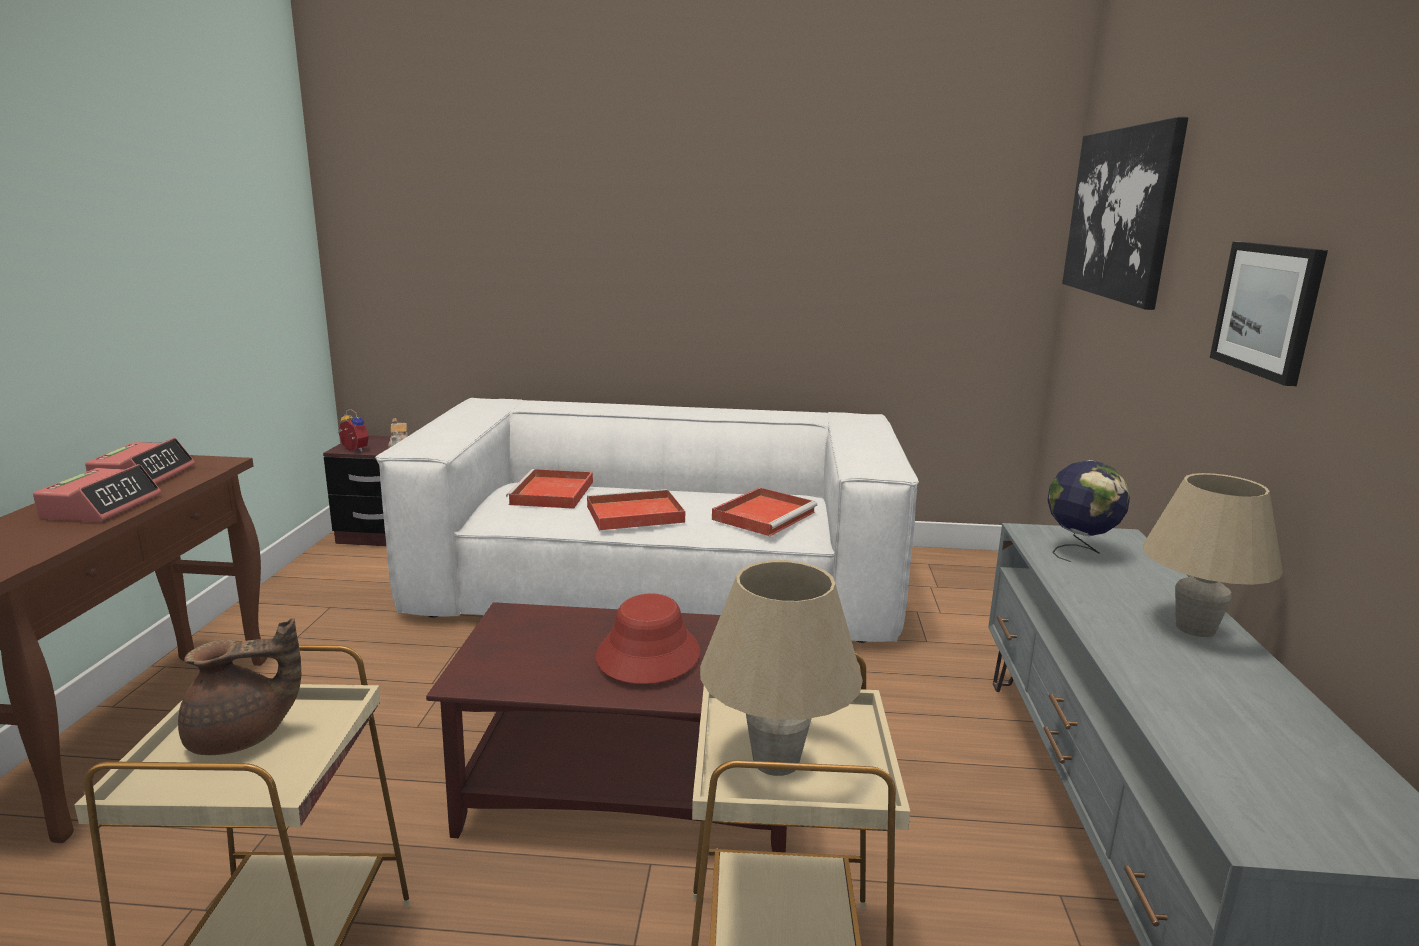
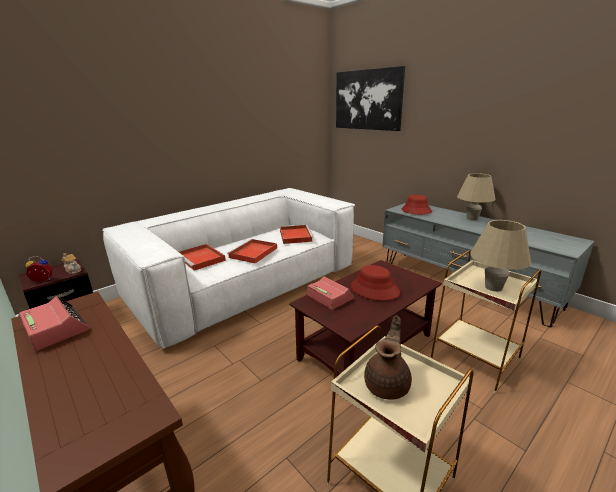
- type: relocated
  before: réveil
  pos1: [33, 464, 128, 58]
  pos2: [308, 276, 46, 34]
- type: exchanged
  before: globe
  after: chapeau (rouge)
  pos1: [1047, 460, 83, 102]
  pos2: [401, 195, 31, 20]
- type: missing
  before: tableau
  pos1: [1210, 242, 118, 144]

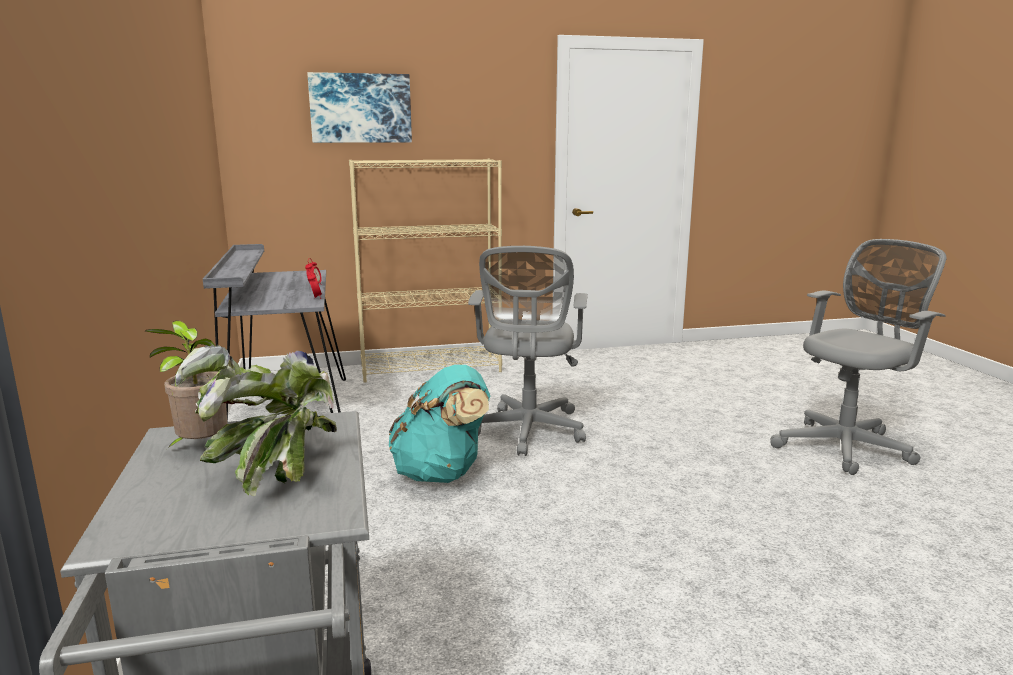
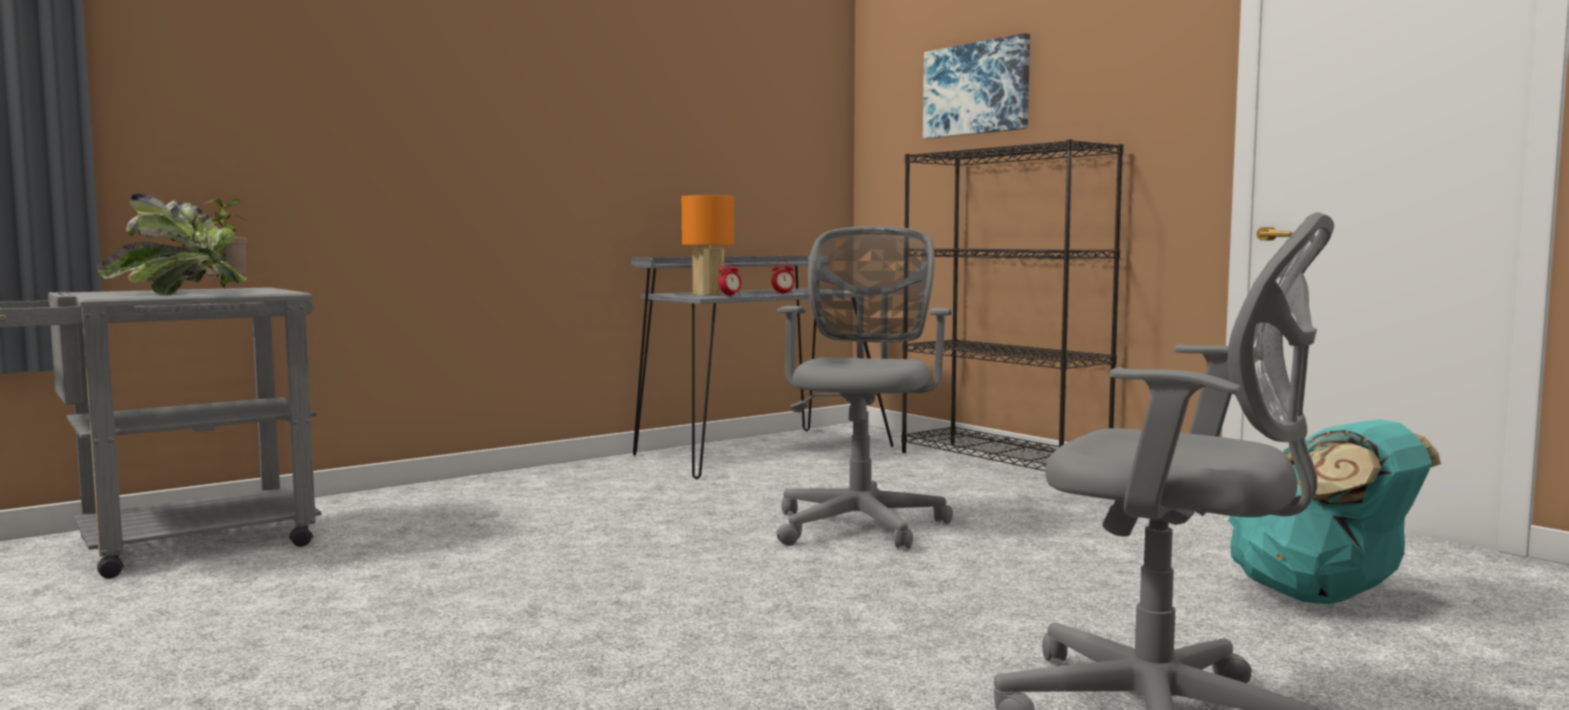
- type: appeared
  after: lampe de table (orange)
  pos2: [682, 195, 52, 100]
- type: spun
  before: chaise de bureau (gris)
  pos1: [468, 246, 120, 210]
  pos2: [776, 226, 177, 323]
  turn: 120
- type: colour
  before: bibliothèque (beige)
  after: bibliothèque (noir)
  pos1: [349, 159, 153, 223]
  pos2: [901, 139, 223, 332]
- type: relocated
  before: sac à dos (turquoise)
  pos1: [389, 365, 101, 118]
  pos2: [1228, 419, 213, 185]

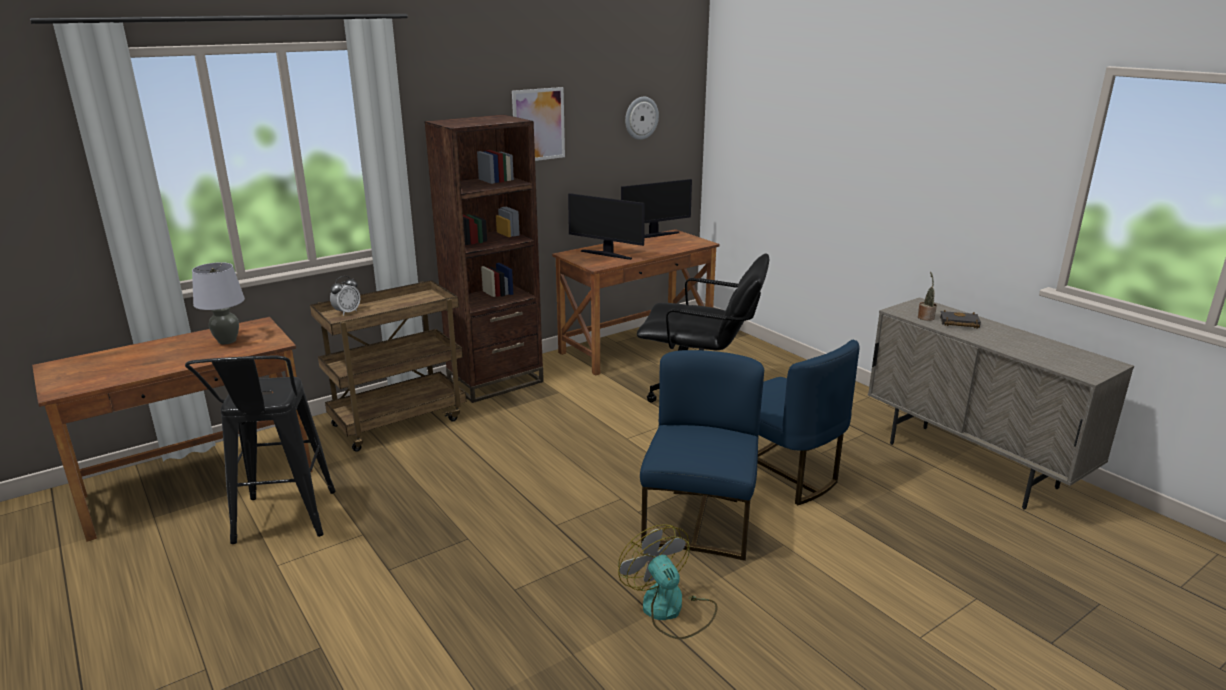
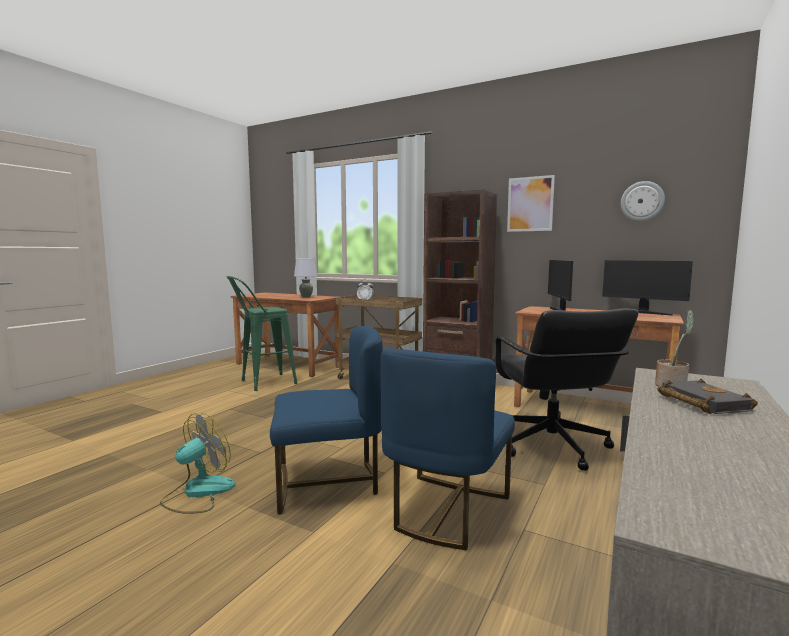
- type: colour
  before: tabouret (noir)
  after: tabouret (vert)
  pos1: [185, 356, 151, 188]
  pos2: [227, 276, 71, 115]

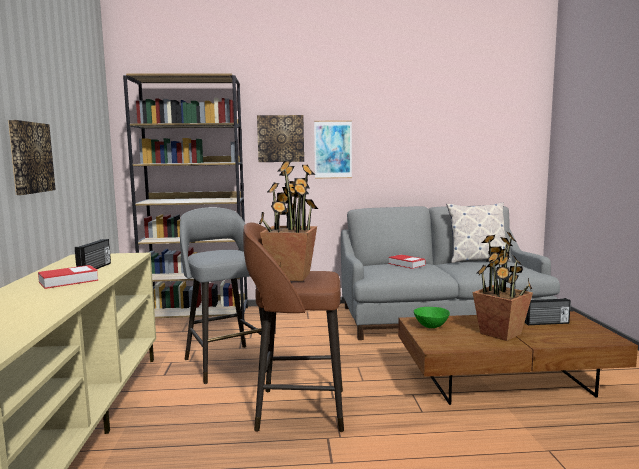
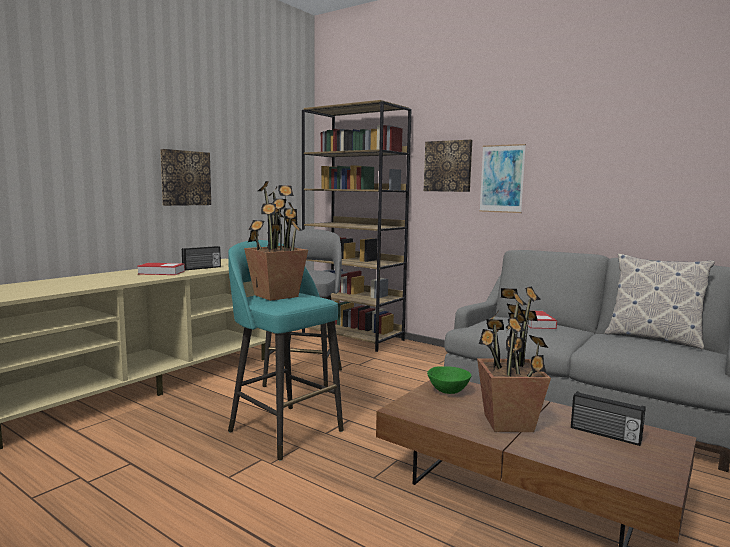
- type: colour
  before: tabouret (marron)
  after: tabouret (turquoise)
  pos1: [243, 222, 101, 210]
  pos2: [228, 240, 116, 221]

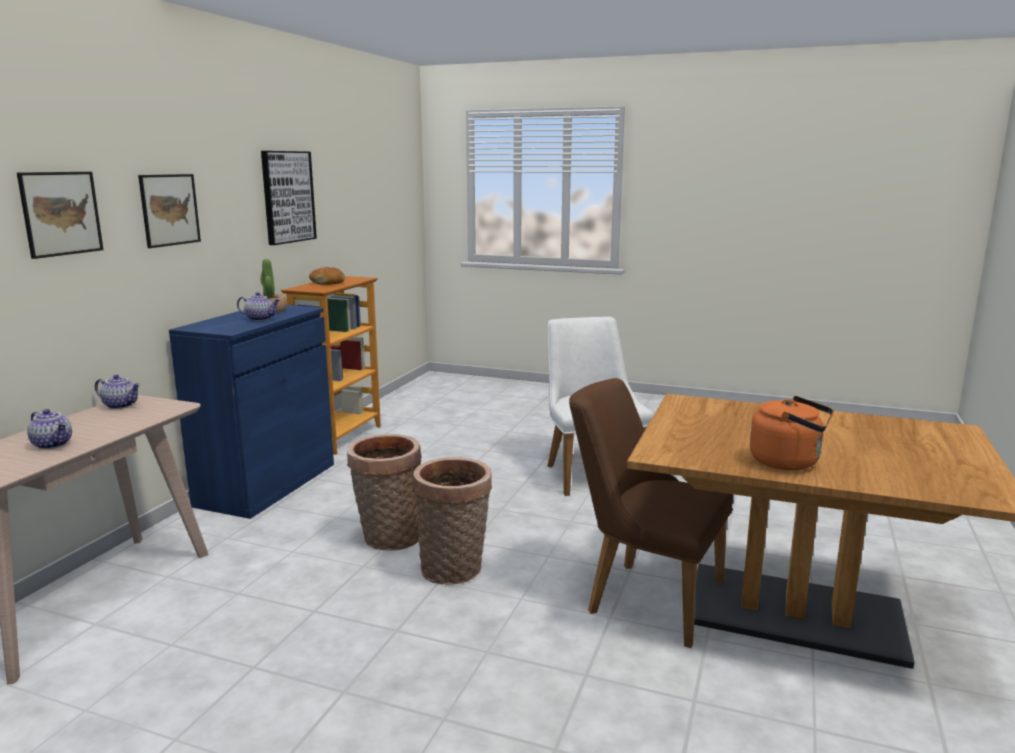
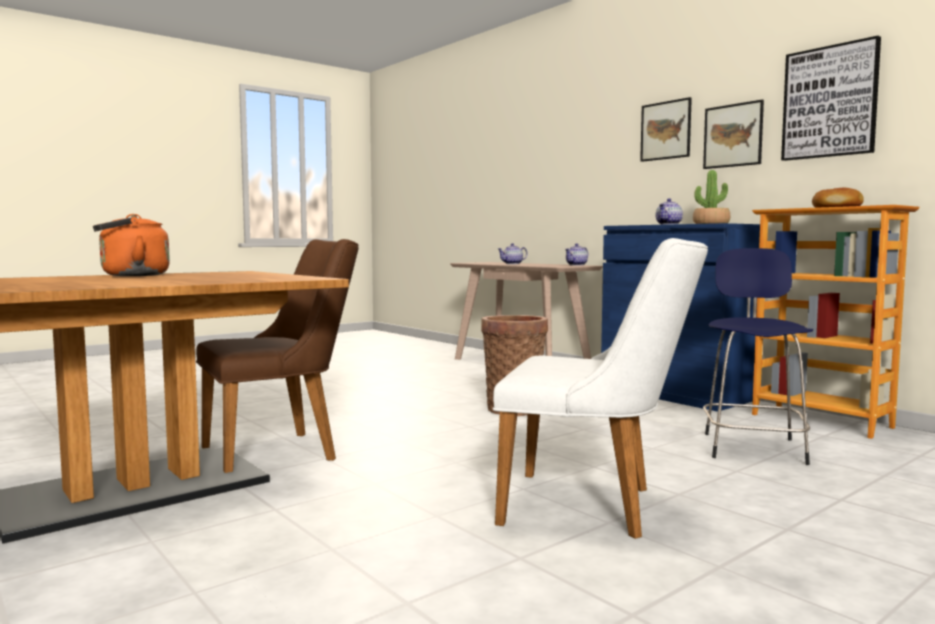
- type: relocated
  before: tableau
  pos1: [17, 172, 86, 87]
  pos2: [703, 100, 61, 69]
- type: appeared
  after: tabouret (bleu)
  pos2: [703, 248, 111, 217]
- type: missing
  before: panier
  pos1: [413, 457, 79, 128]

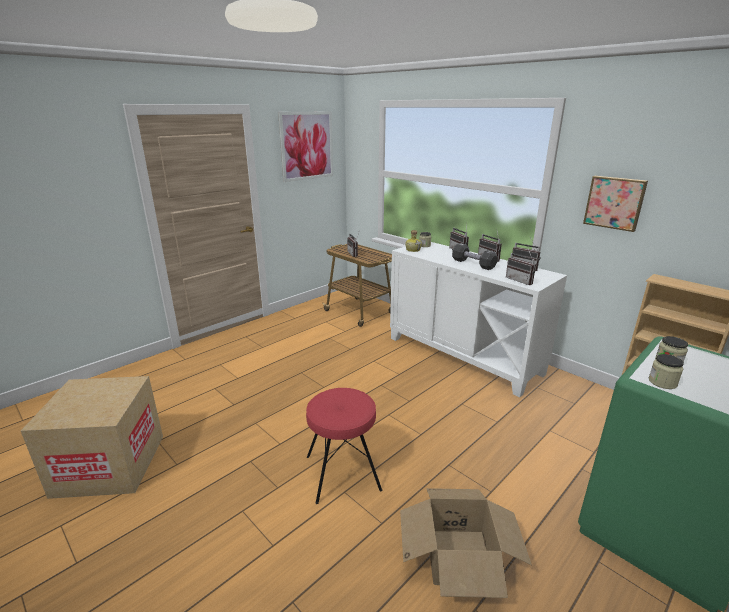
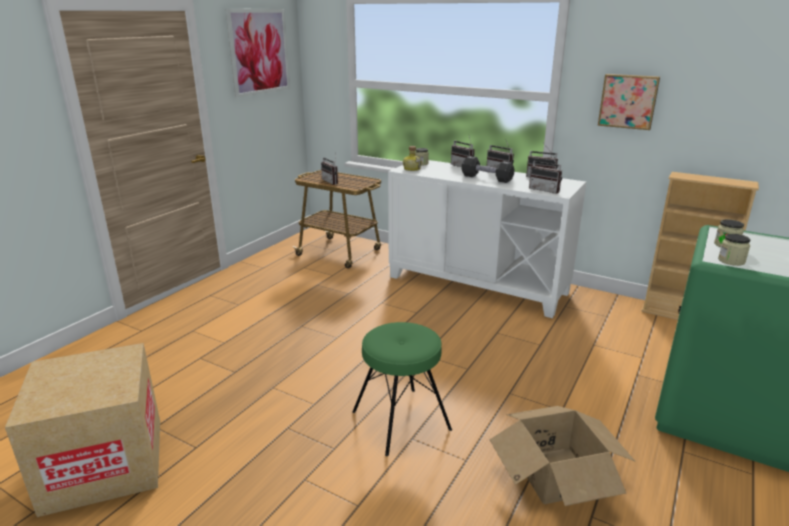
- type: colour
  before: tabouret (rouge)
  after: tabouret (vert)
  pos1: [306, 388, 76, 116]
  pos2: [352, 322, 100, 134]

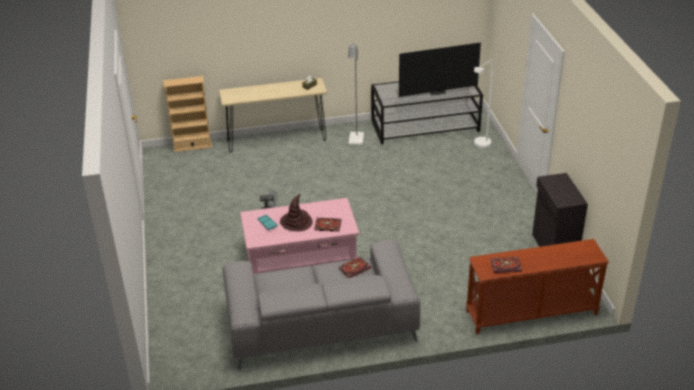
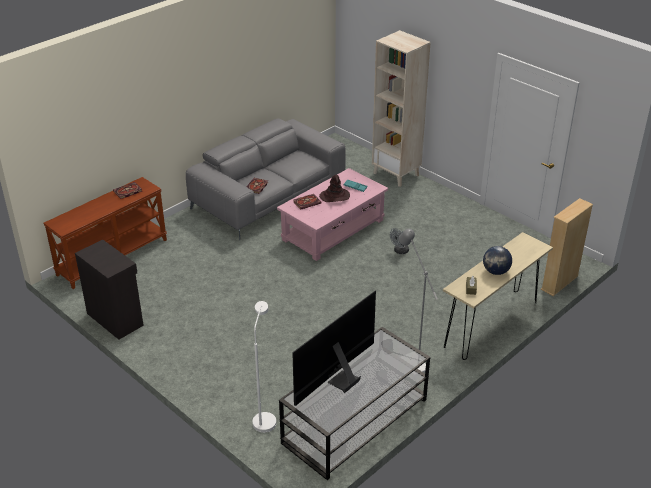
- type: appeared
  after: bibliothèque (beige)
  pos2: [372, 30, 59, 157]
- type: appeared
  after: globe
  pos2: [483, 246, 29, 29]

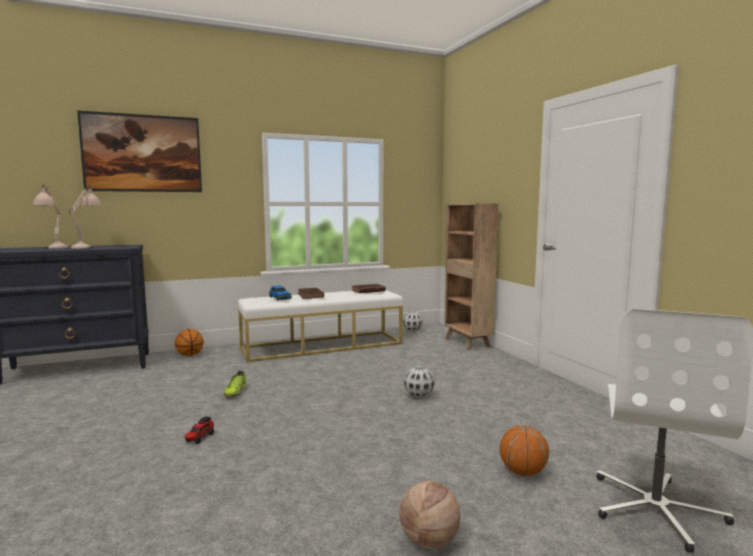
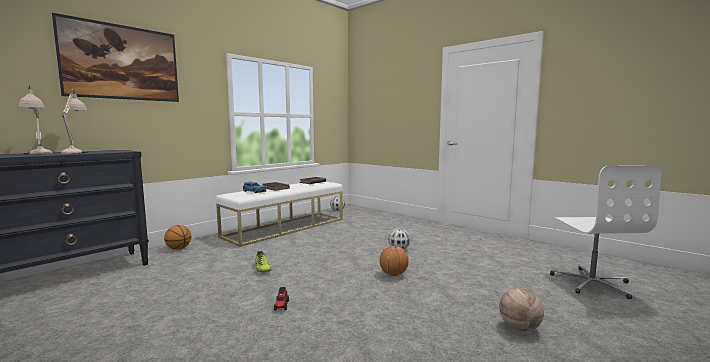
- type: relocated
  before: ballon de basket
  pos1: [499, 425, 50, 51]
  pos2: [379, 246, 30, 30]
- type: missing
  before: bibliothèque (marron)
  pos1: [444, 203, 55, 147]

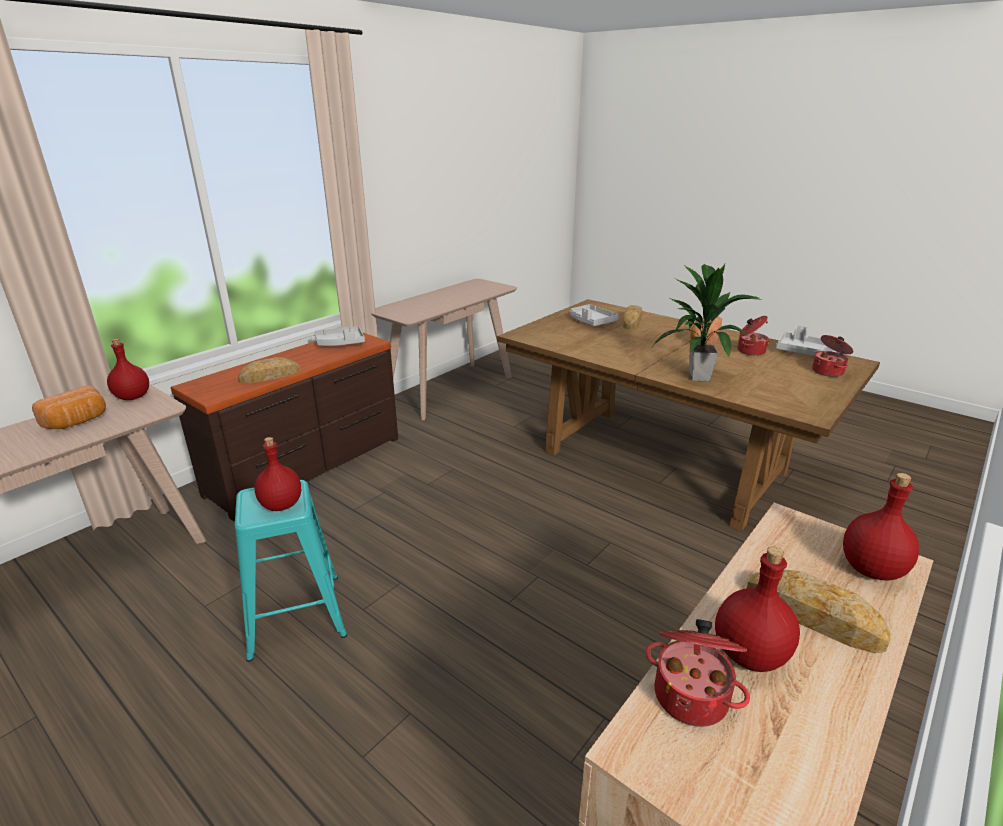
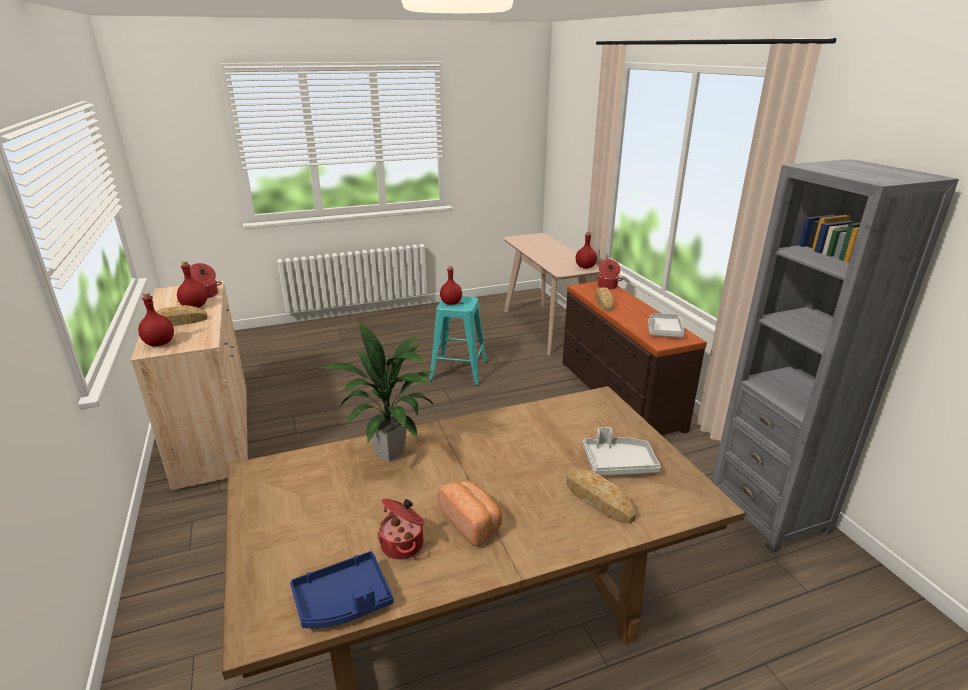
- type: colour
  before: plateau (gris)
  after: plateau (bleu)
  pos1: [776, 325, 57, 31]
  pos2: [290, 551, 104, 77]
- type: relocated
  before: marmite
  pos1: [812, 335, 41, 42]
  pos2: [594, 259, 29, 30]
- type: exchanged
  before: table console (beige)
  after: bibliothèque (gris)
  pos1: [371, 279, 146, 141]
  pos2: [712, 159, 247, 394]
- type: missing
  before: pain
  pos1: [32, 385, 74, 44]

